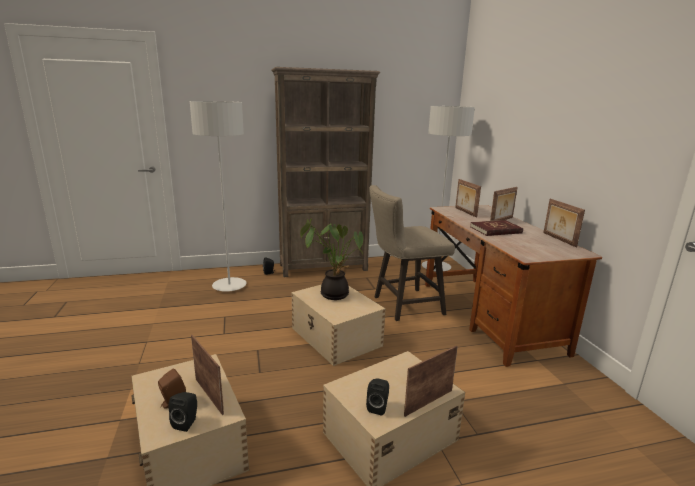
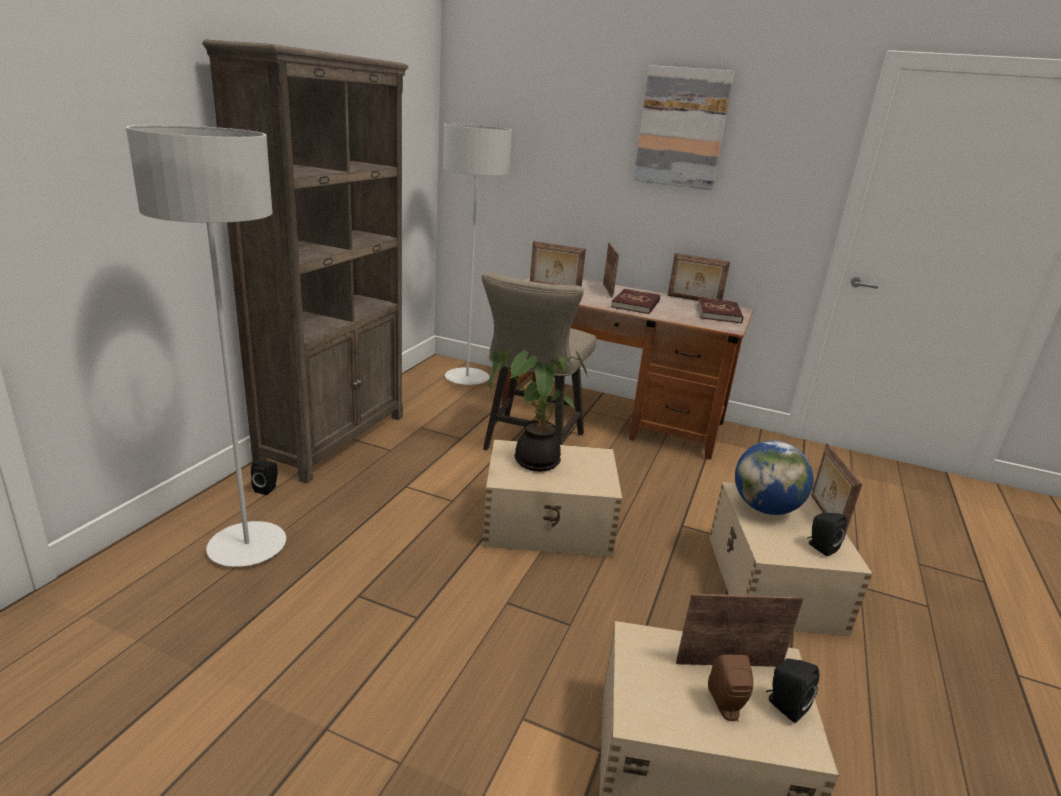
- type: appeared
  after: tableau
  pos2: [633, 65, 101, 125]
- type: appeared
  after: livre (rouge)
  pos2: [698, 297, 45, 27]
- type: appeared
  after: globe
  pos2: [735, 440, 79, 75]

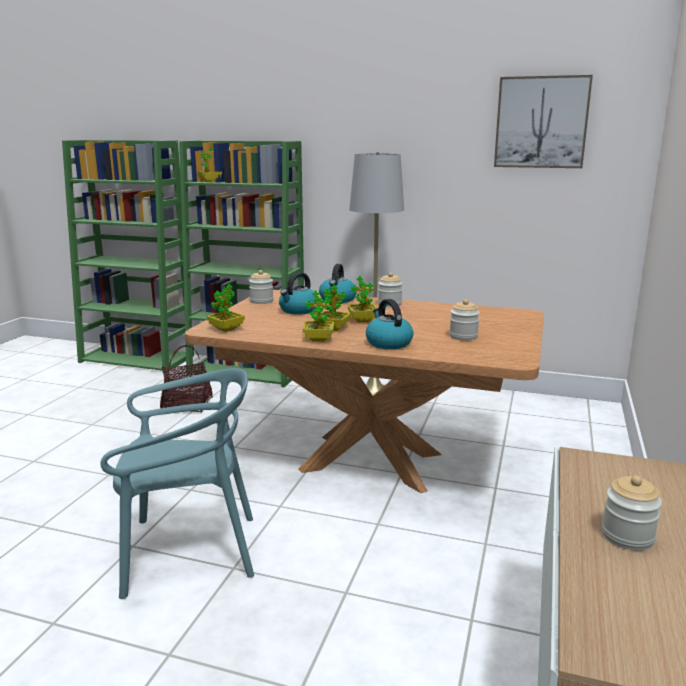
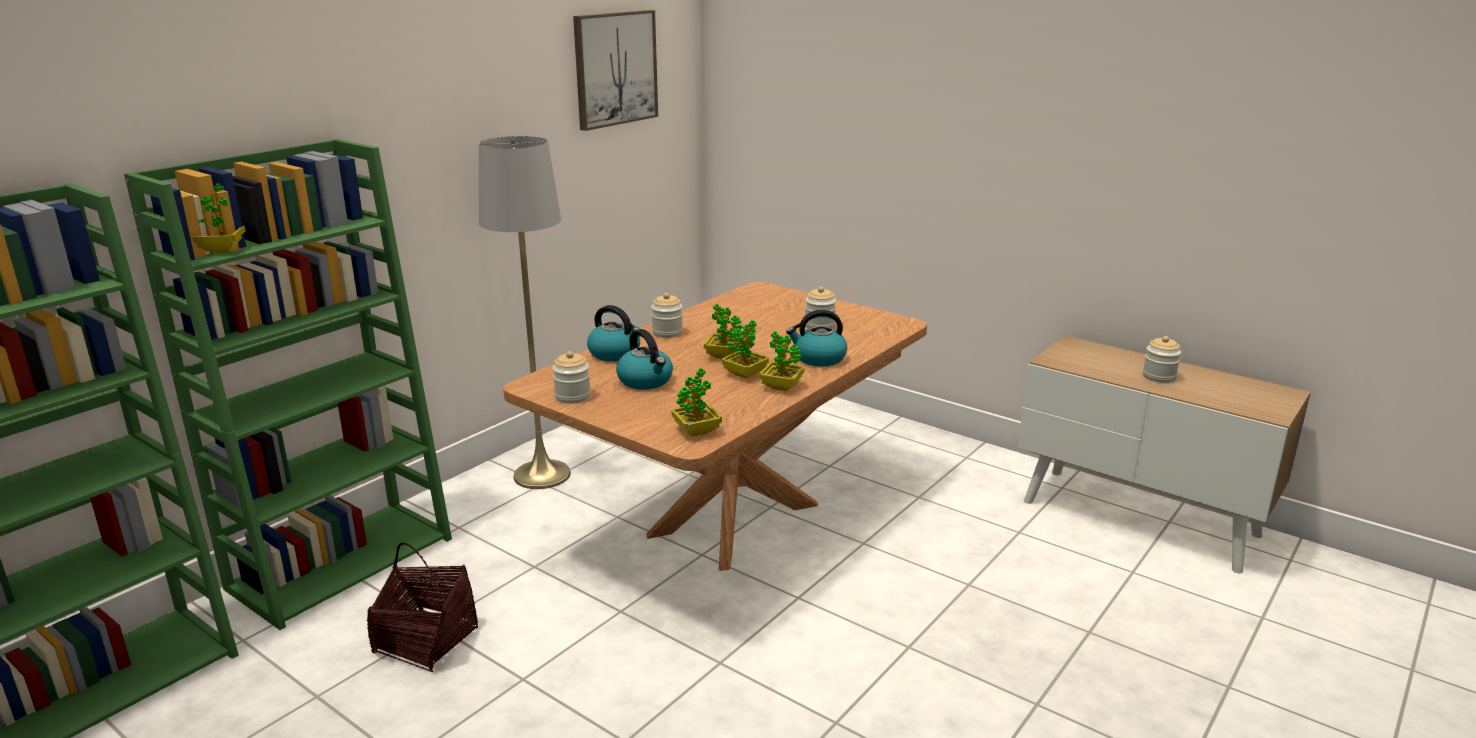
- type: missing
  before: chaise (turquoise)
  pos1: [100, 368, 154, 231]

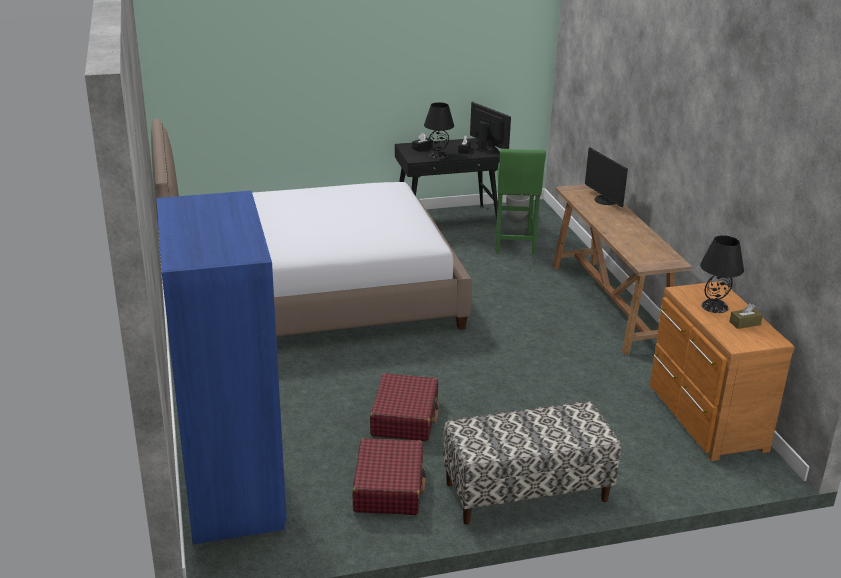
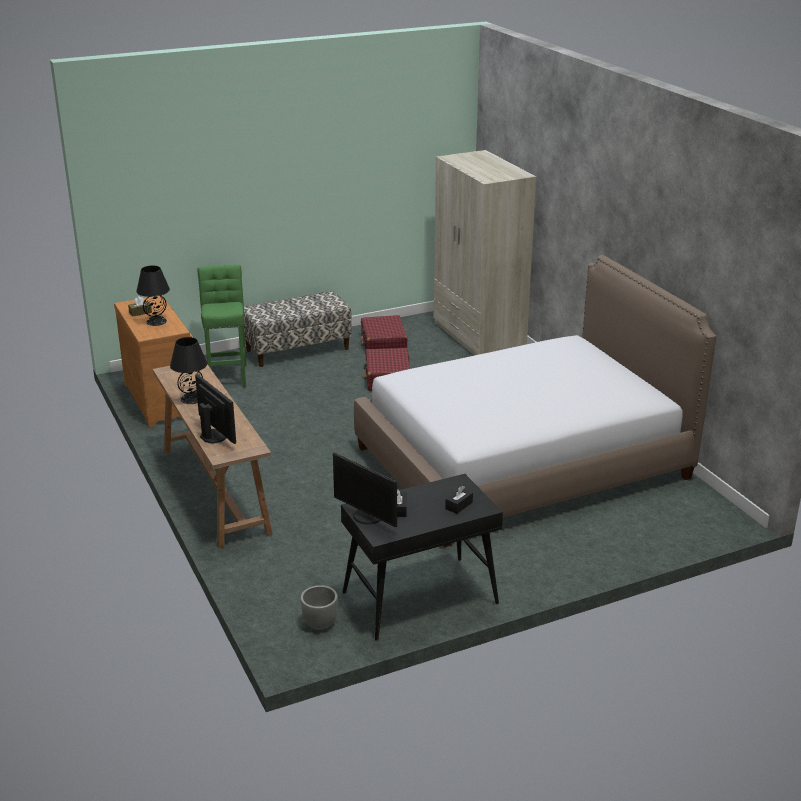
- type: relocated
  before: lampe de table (noir)
  pos1: [424, 102, 30, 57]
  pos2: [170, 337, 37, 67]
- type: relocated
  before: tabouret (vert)
  pos1: [496, 149, 50, 105]
  pos2: [198, 265, 48, 122]
- type: colour
  before: armoire (bleu)
  after: armoire (beige)
  pos1: [156, 191, 131, 353]
  pos2: [434, 150, 102, 206]

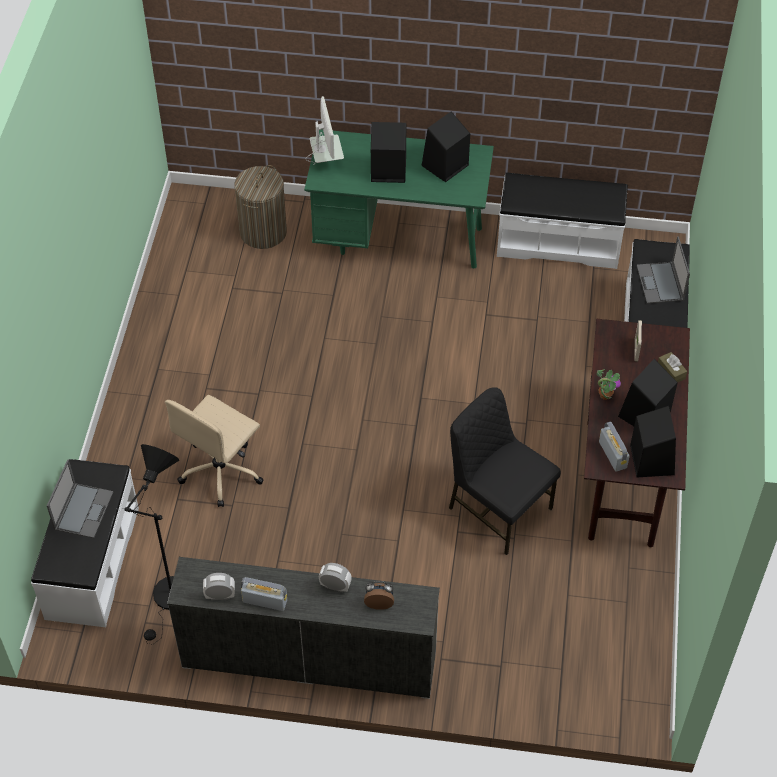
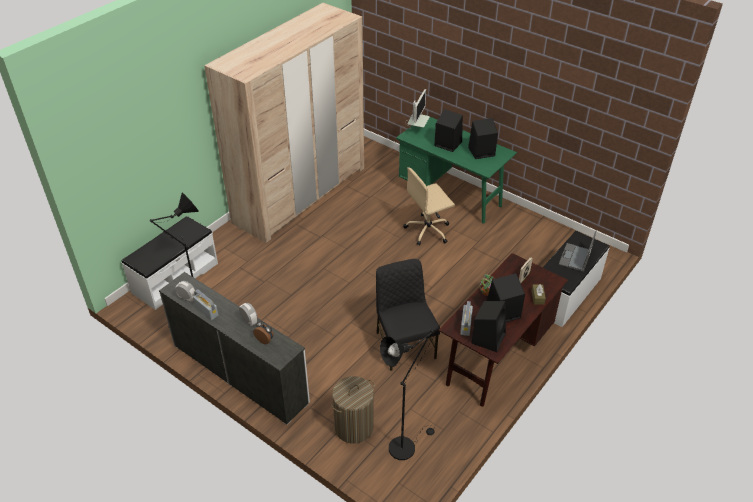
- type: appeared
  after: armoire (beige)
  pos2: [204, 3, 160, 240]
- type: relocated
  before: panier à linge
  pos1: [234, 165, 53, 84]
  pos2: [331, 376, 44, 68]
- type: appeared
  after: lampadaire (noir)
  pos2: [380, 329, 55, 131]
- type: relocated
  before: chaise de bureau (beige)
  pos1: [165, 395, 99, 112]
  pos2: [403, 167, 52, 79]
- type: missing
  before: ordinateur portable
  pos1: [47, 459, 66, 79]
- type: missing
  before: banc (blanc)
  pos1: [497, 172, 131, 97]

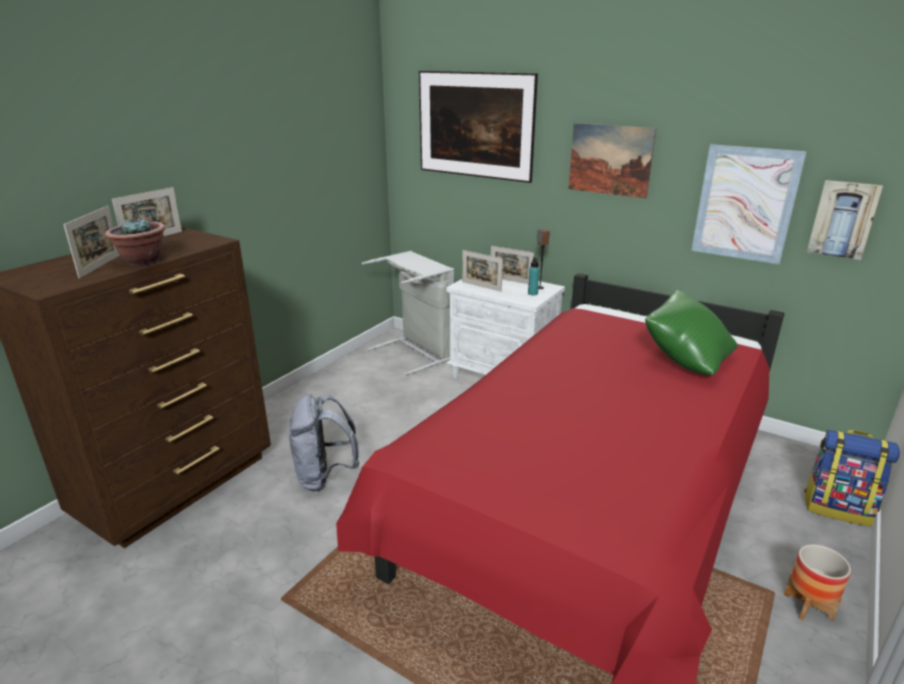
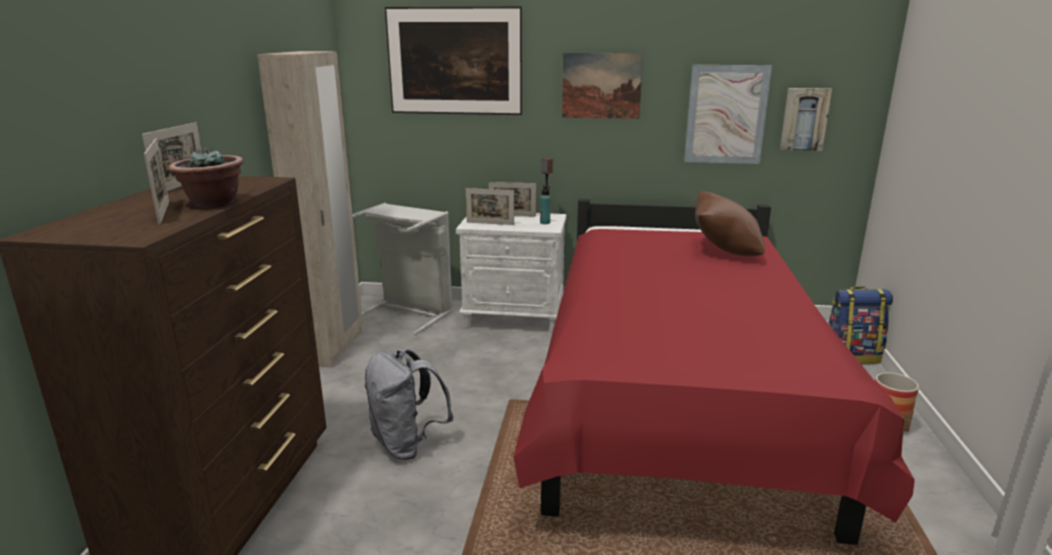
- type: appeared
  after: armoire (beige)
  pos2: [257, 51, 106, 317]
- type: colour
  before: coussin (vert)
  after: coussin (marron)
  pos1: [645, 290, 93, 85]
  pos2: [695, 191, 70, 66]

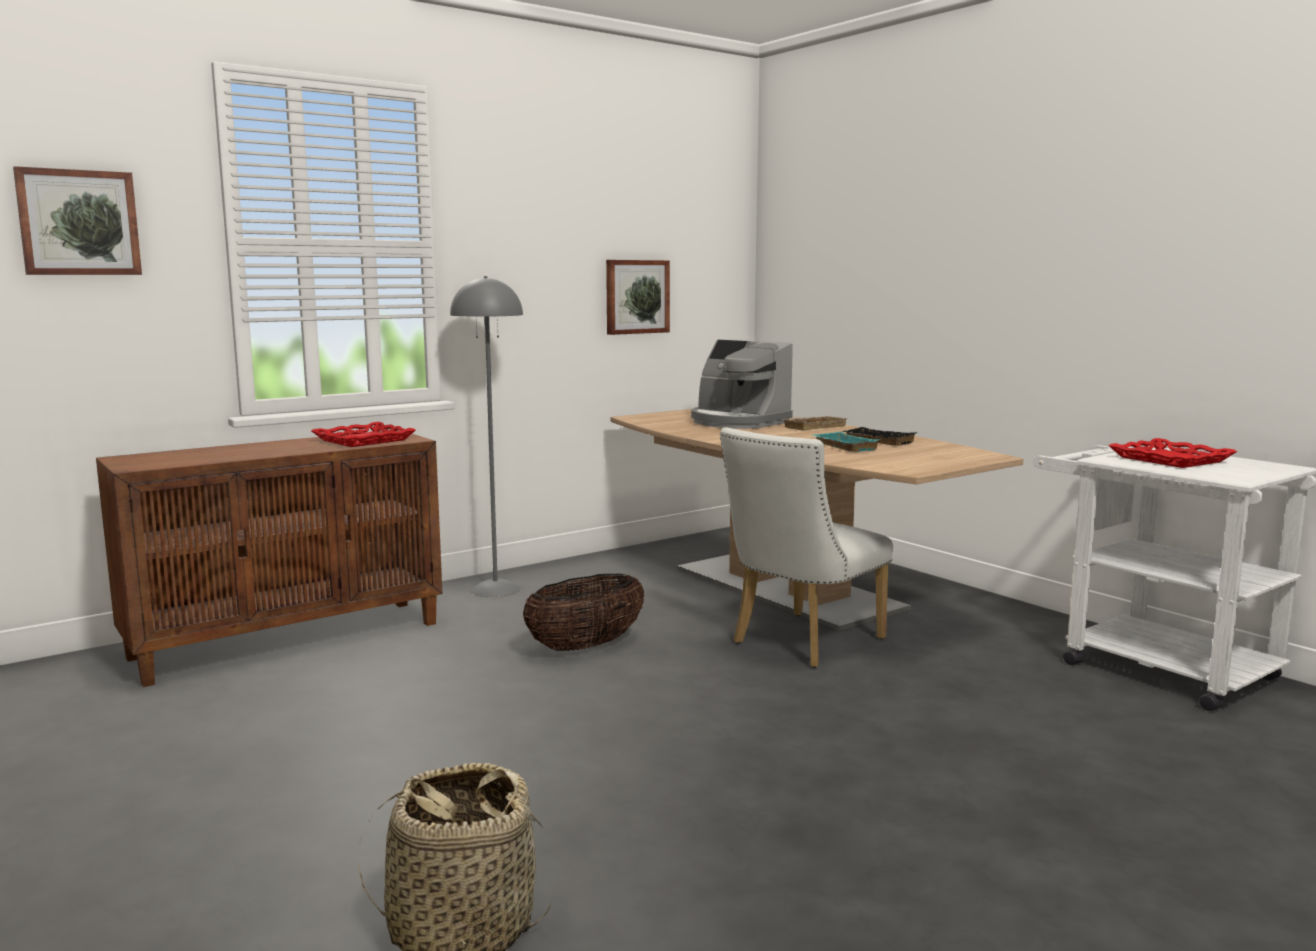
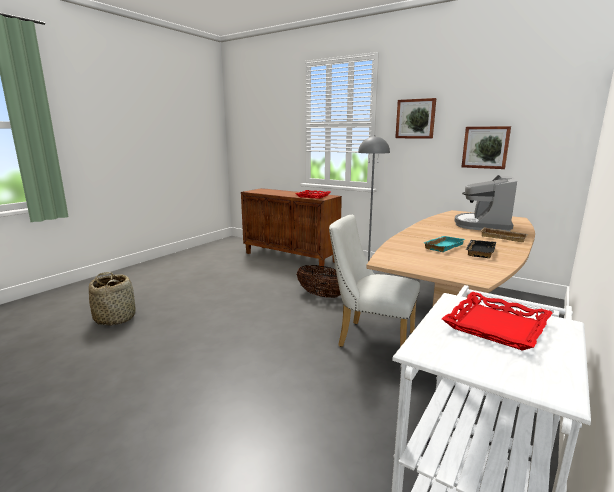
- type: relocated
  before: tableau
  pos1: [13, 166, 129, 109]
  pos2: [395, 98, 41, 41]

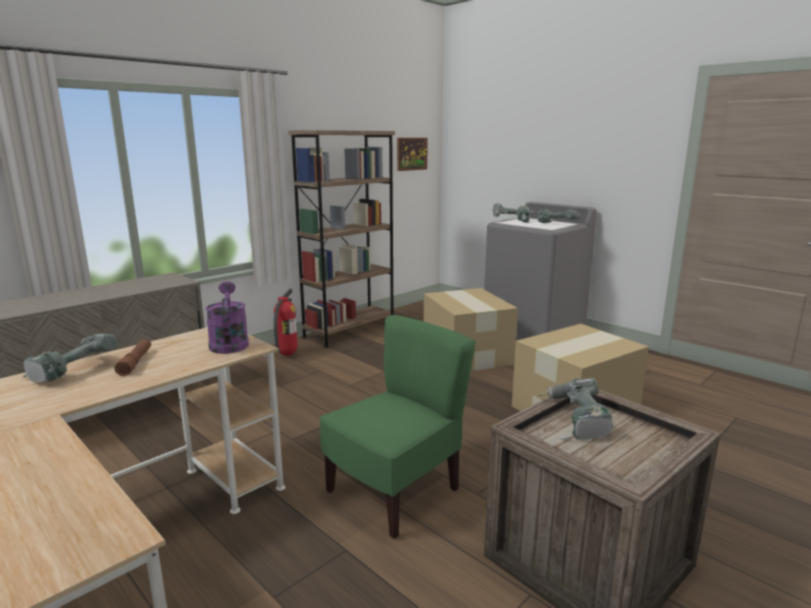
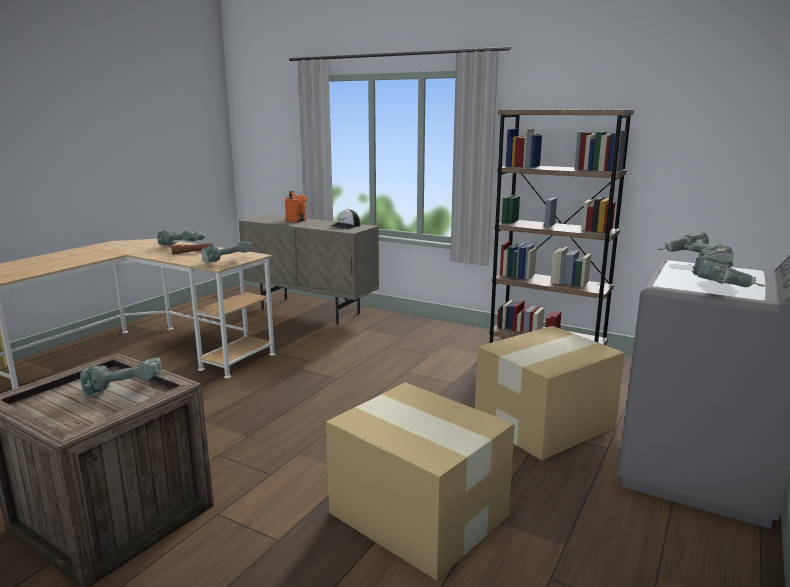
- type: exchanged
  before: arrosoir (violet)
  after: perceuse
  pos1: [206, 281, 43, 73]
  pos2: [202, 241, 50, 22]
- type: appeared
  after: arrosoir (orange)
  pos2: [285, 191, 21, 31]
- type: appeared
  after: casquette
  pos2: [329, 209, 31, 20]
- type: missing
  before: extincteur
  pos1: [274, 289, 24, 67]
- type: missing
  before: chaise (vert)
  pos1: [319, 315, 157, 224]
- type: missing
  before: tableau
  pos1: [397, 138, 31, 33]

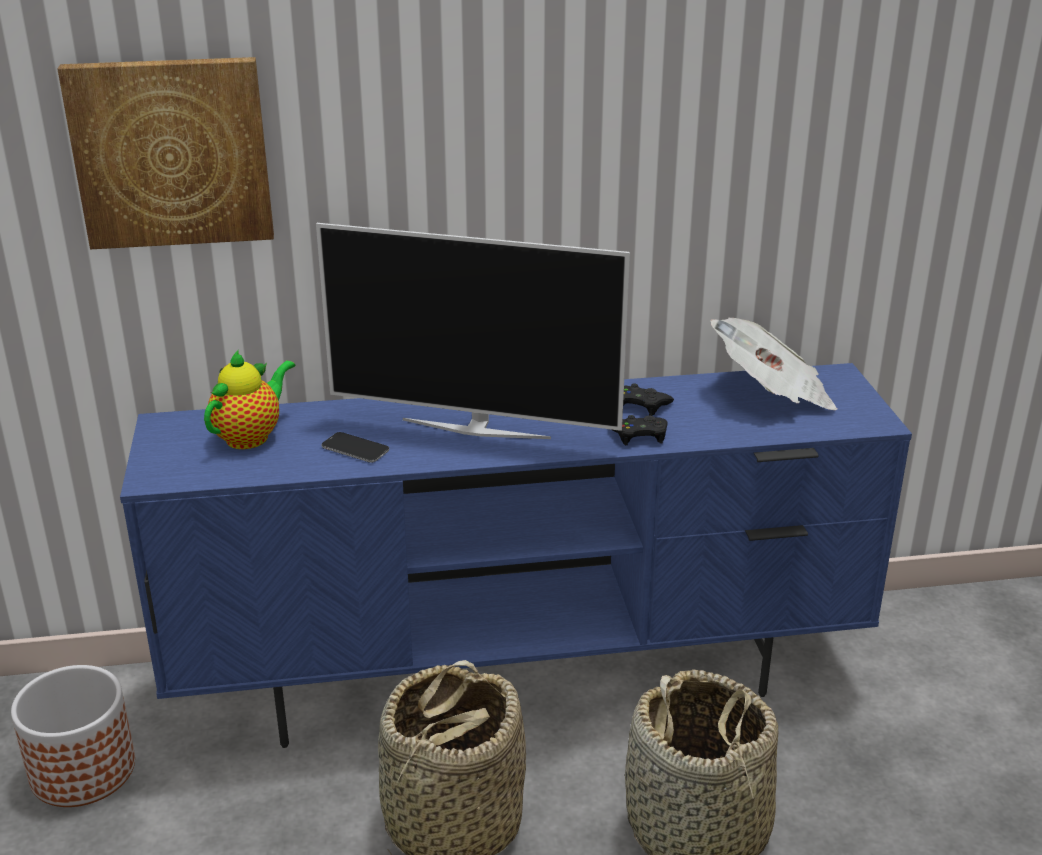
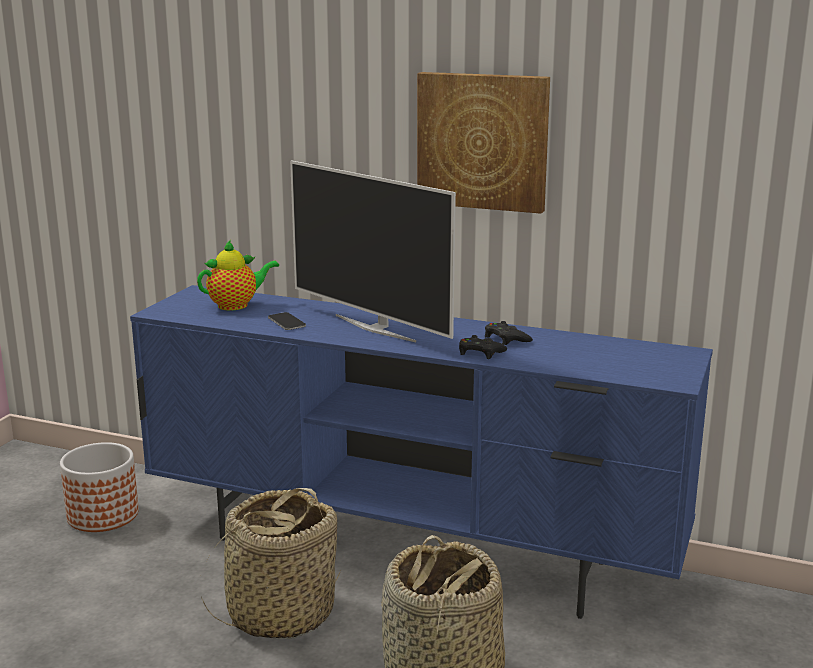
- type: relocated
  before: tableau
  pos1: [58, 57, 216, 192]
  pos2: [417, 72, 133, 142]
- type: missing
  before: journal
  pos1: [710, 318, 127, 92]

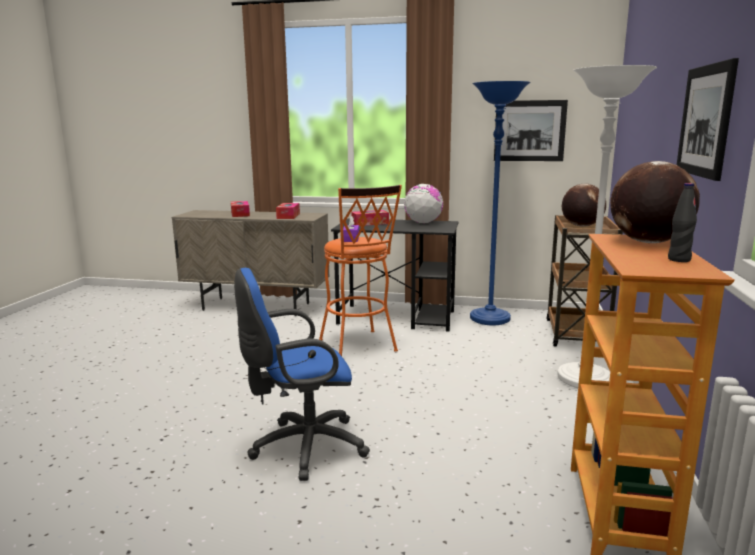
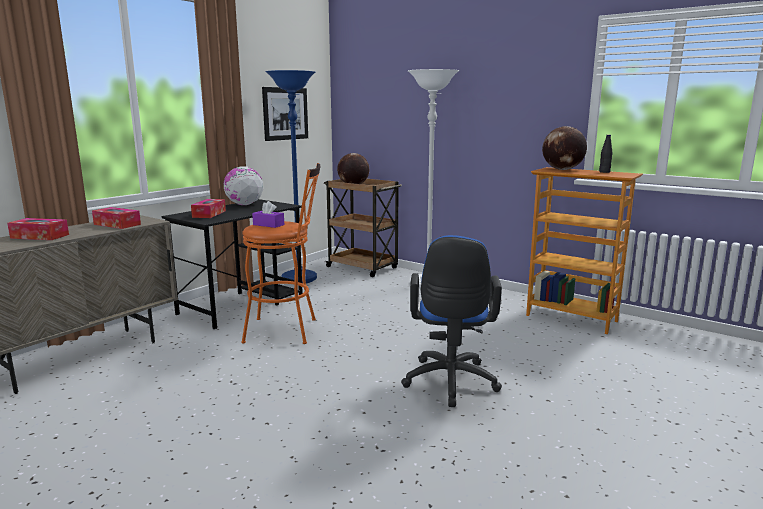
- type: missing
  before: tableau
  pos1: [677, 58, 62, 123]

